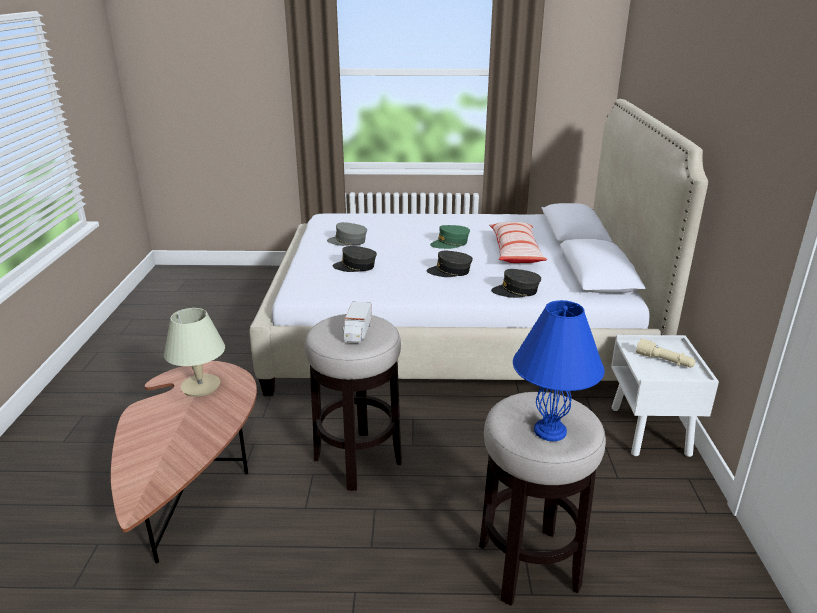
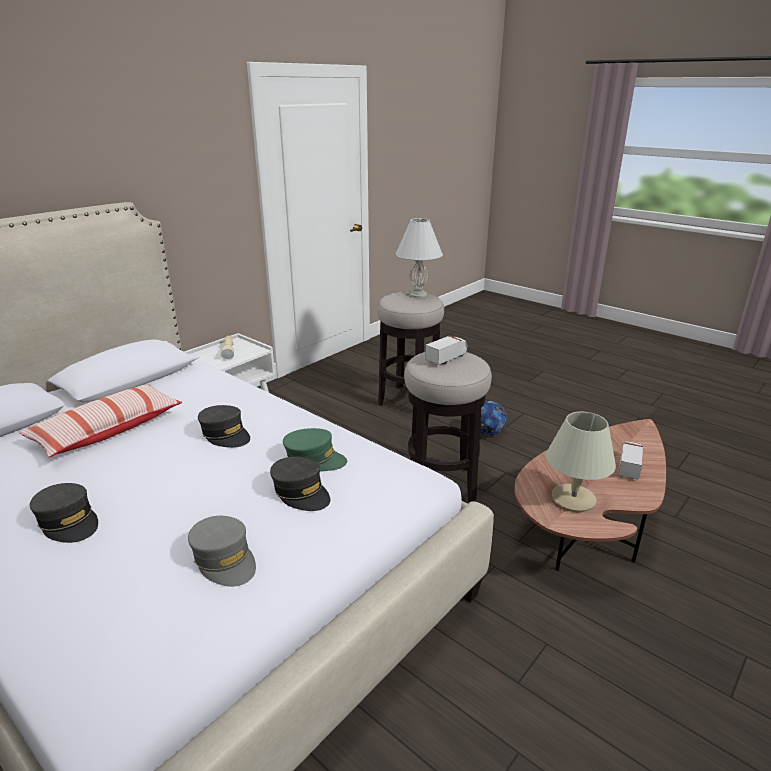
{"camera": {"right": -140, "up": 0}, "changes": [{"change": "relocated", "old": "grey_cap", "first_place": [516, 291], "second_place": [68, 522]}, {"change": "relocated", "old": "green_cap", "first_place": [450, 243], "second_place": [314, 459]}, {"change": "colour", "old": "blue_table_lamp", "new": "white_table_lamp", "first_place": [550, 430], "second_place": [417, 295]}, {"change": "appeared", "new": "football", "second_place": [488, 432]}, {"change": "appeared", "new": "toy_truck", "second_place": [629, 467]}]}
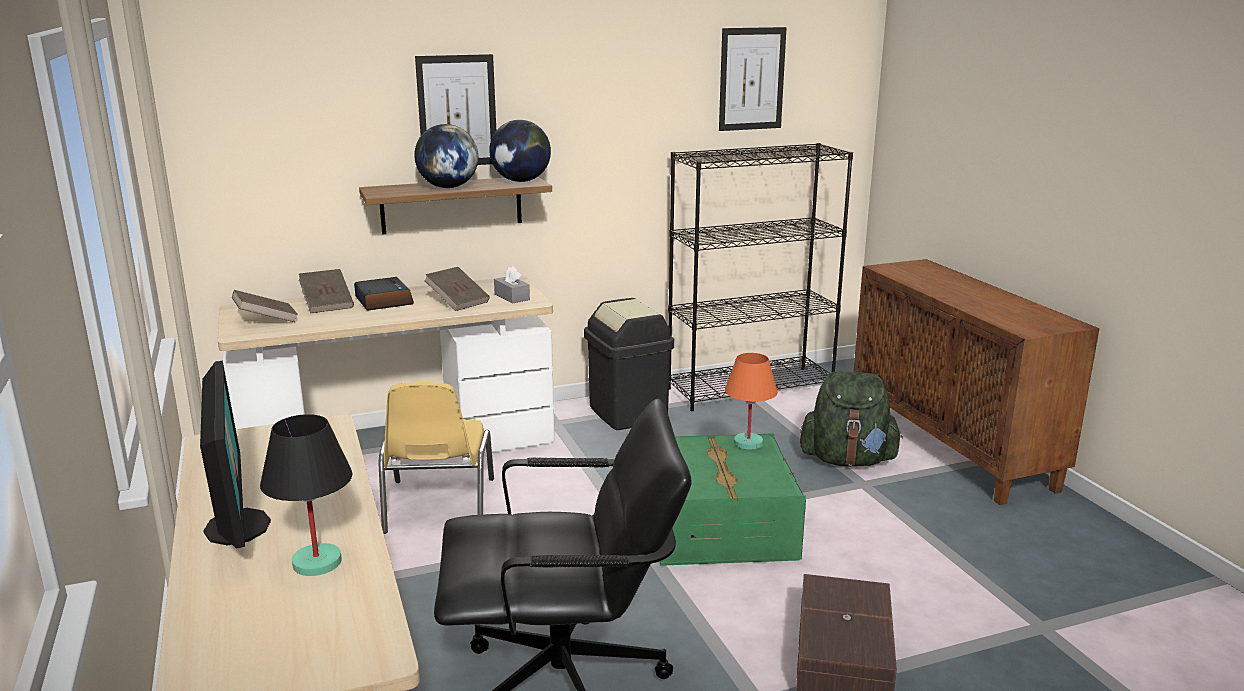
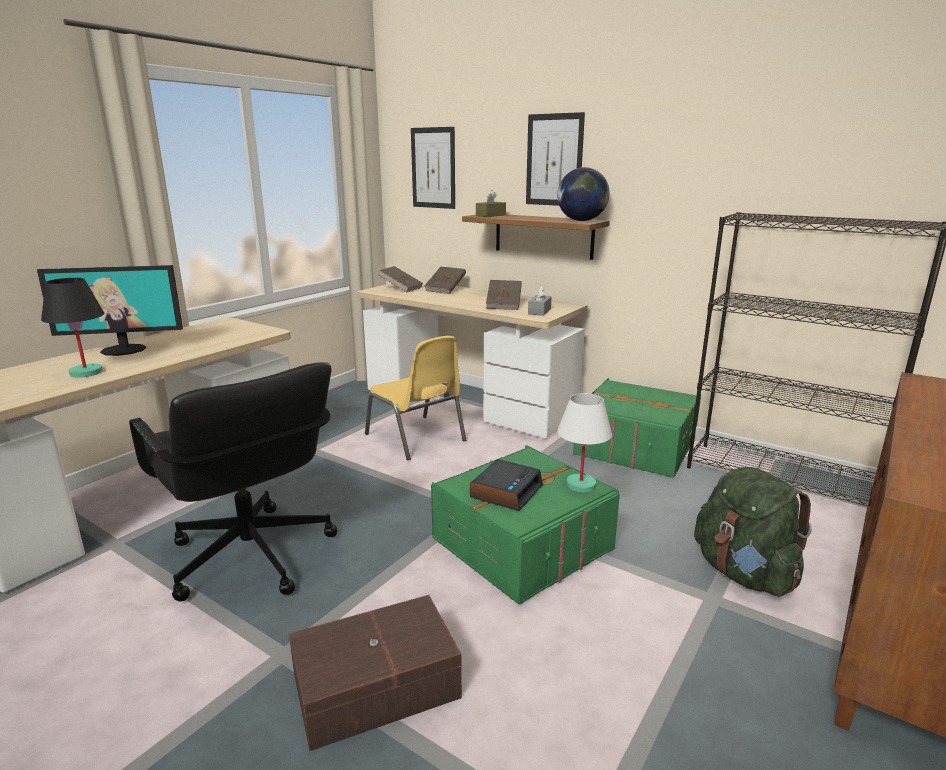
{"camera": {"right": 55, "up": 0}, "changes": [{"change": "spun", "old": "monitor", "first_place": [235, 527], "second_place": [124, 350], "degrees": 45}, {"change": "spun", "old": "yellow_chair", "first_place": [438, 506], "second_place": [416, 438], "degrees": -90}, {"change": "relocated", "old": "picture", "first_place": [751, 79], "second_place": [433, 168]}, {"change": "relocated", "old": "alarm_clock", "first_place": [383, 301], "second_place": [506, 491]}, {"change": "appeared", "new": "brown_tissue_box", "second_place": [490, 215]}, {"change": "colour", "old": "orange_table_lamp", "new": "white_table_lamp", "first_place": [747, 443], "second_place": [580, 484]}, {"change": "exchanged", "old": "black_trash_can", "new": "green_storage_box", "first_place": [629, 413], "second_place": [635, 447]}, {"change": "missing", "old": "globe", "first_place": [448, 187]}]}
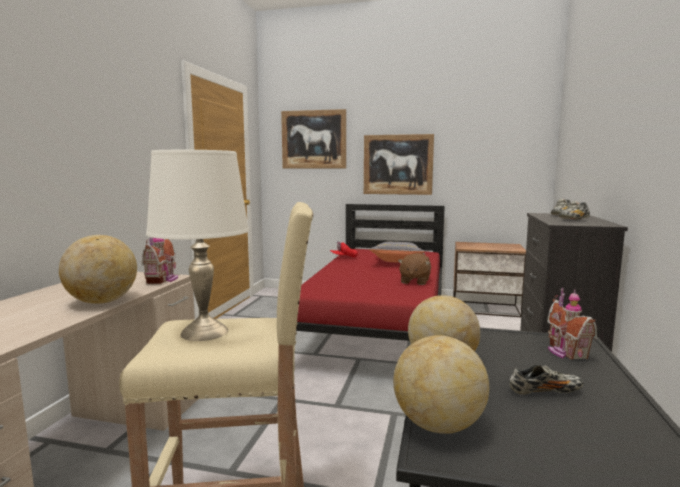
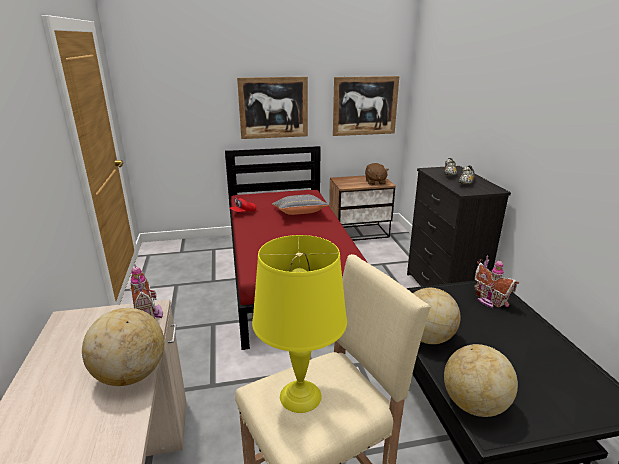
{"camera": {"right": -25, "up": 15}, "changes": [{"change": "colour", "old": "white_table_lamp", "new": "yellow_table_lamp", "first_place": [205, 332], "second_place": [300, 395]}, {"change": "relocated", "old": "picture", "first_place": [313, 139], "second_place": [365, 106]}, {"change": "relocated", "old": "brown_plush_toy", "first_place": [414, 281], "second_place": [375, 182]}, {"change": "missing", "old": "shoe", "first_place": [545, 392]}]}
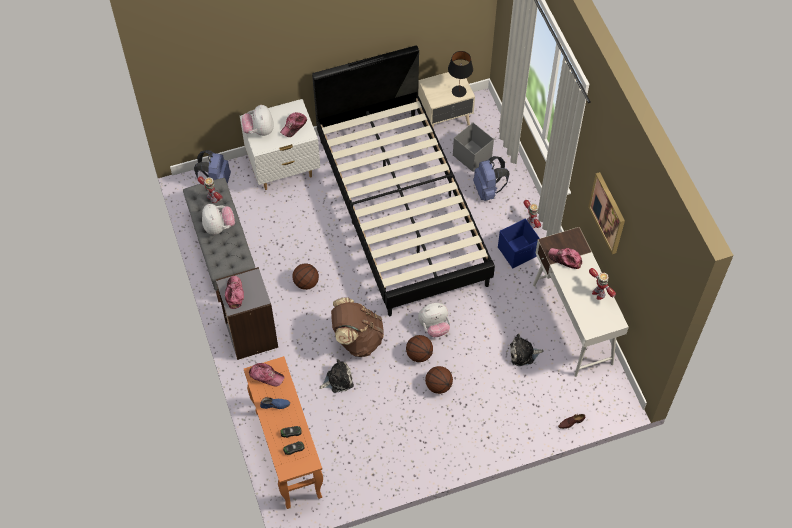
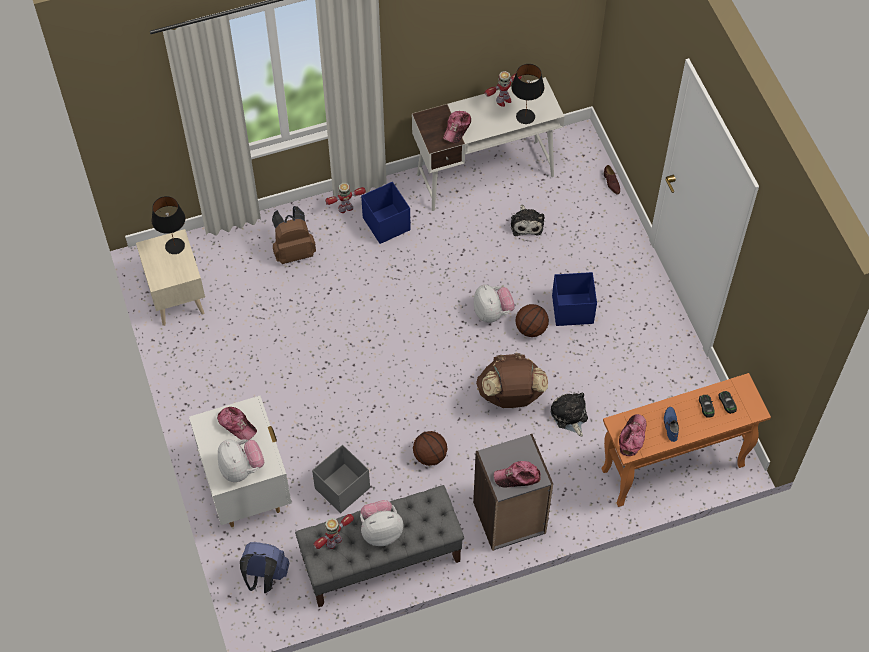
{"camera": {"right": -90, "up": 0}, "changes": [{"change": "spun", "old": "plush_toy", "first_place": [259, 130], "second_place": [241, 468], "degrees": -105}, {"change": "colour", "old": "blue_backpack", "new": "brown_backpack", "first_place": [488, 190], "second_place": [294, 251]}, {"change": "relocated", "old": "grey_storage_box", "first_place": [472, 155], "second_place": [341, 488]}, {"change": "appeared", "new": "black_table_lamp", "second_place": [525, 116]}, {"change": "exchanged", "old": "basketball", "new": "blue_storage_box", "first_place": [438, 385], "second_place": [571, 309]}, {"change": "missing", "old": "black_bed", "first_place": [401, 210]}, {"change": "missing", "old": "picture", "first_place": [608, 212]}]}
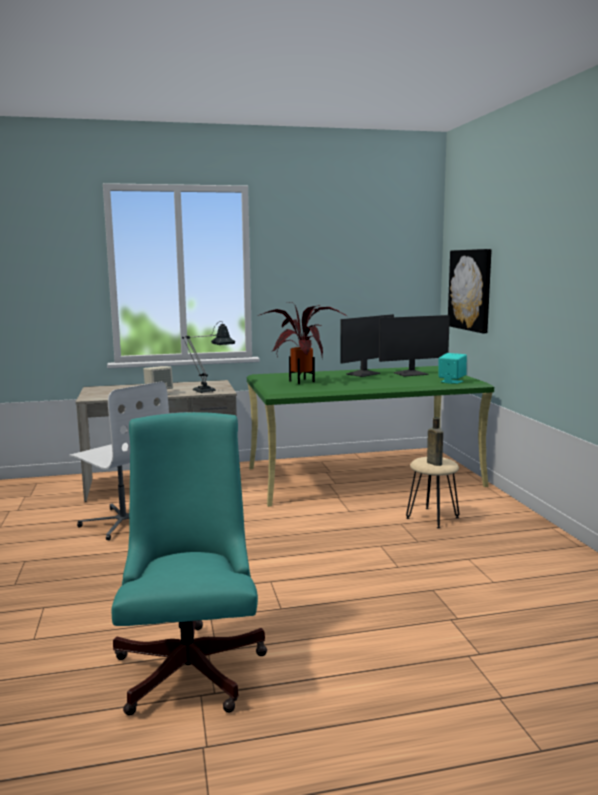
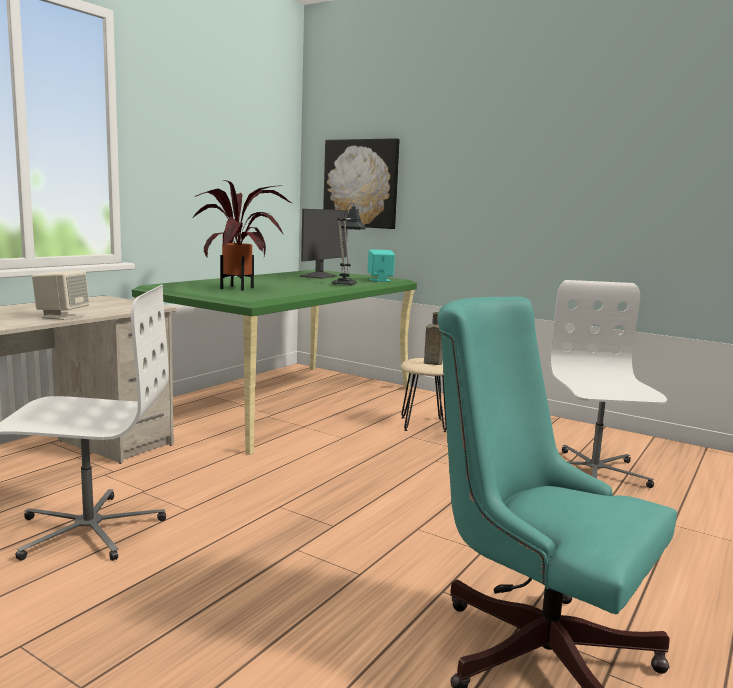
{"camera": {"right": -45, "up": 0}, "changes": [{"change": "relocated", "old": "table_lamp", "first_place": [209, 390], "second_place": [346, 283]}, {"change": "appeared", "new": "white_office_chair", "second_place": [593, 472]}, {"change": "missing", "old": "monitor", "first_place": [364, 374]}]}
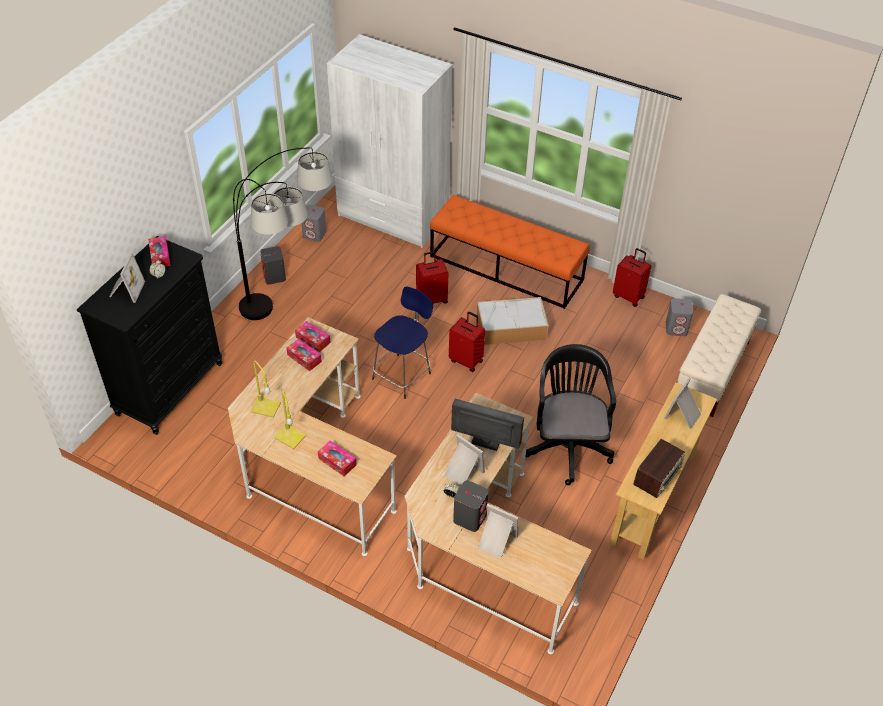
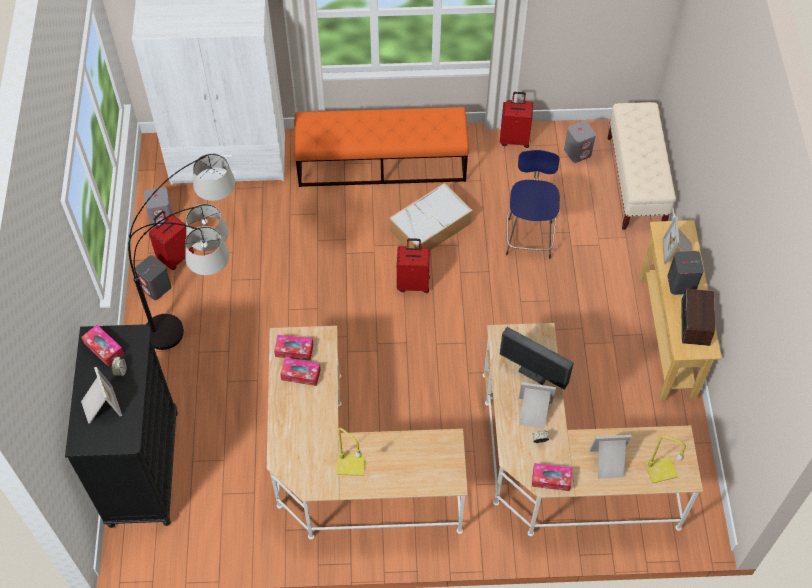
{"camera": {"right": -30, "up": 10}, "changes": [{"change": "relocated", "old": "red_suitcase", "first_place": [432, 299], "second_place": [175, 256]}, {"change": "spun", "old": "monitor", "first_place": [485, 445], "second_place": [533, 374], "degrees": -135}, {"change": "relocated", "old": "blue_stool", "first_place": [403, 375], "second_place": [529, 236]}, {"change": "relocated", "old": "tissue_box", "first_place": [337, 461], "second_place": [551, 479]}, {"change": "relocated", "old": "yellow_table_lamp", "first_place": [265, 407], "second_place": [660, 470]}, {"change": "relocated", "old": "grey_speaker", "first_place": [470, 517], "second_place": [681, 283]}, {"change": "missing", "old": "black_office_chair", "first_place": [567, 444]}]}
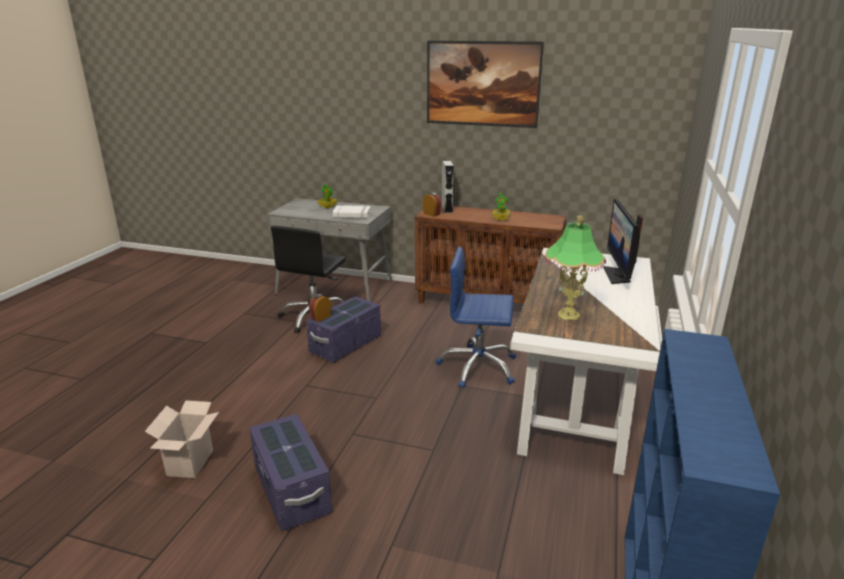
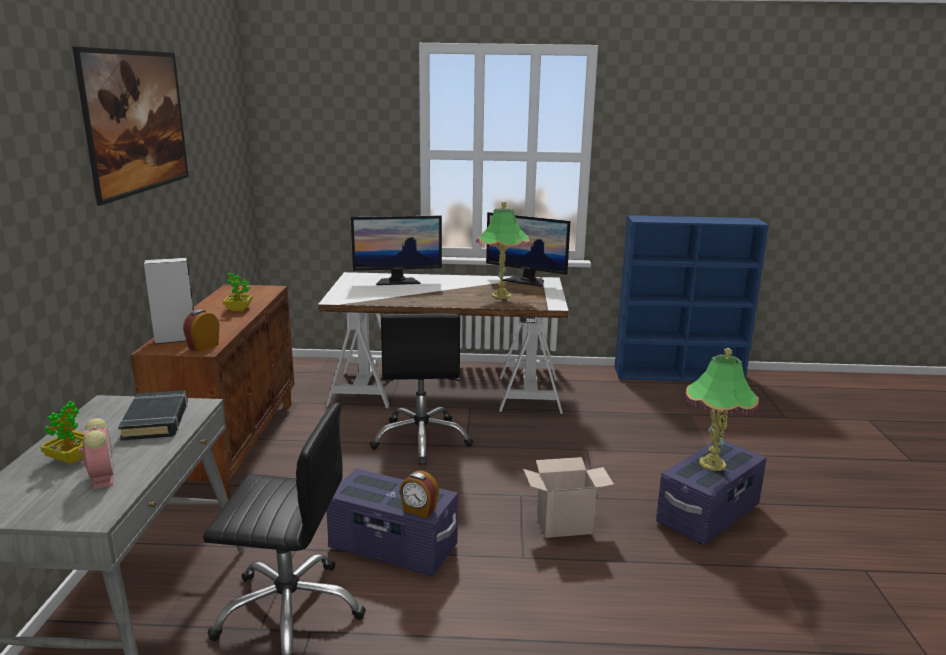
{"camera": {"right": -105, "up": -5}, "changes": [{"change": "appeared", "new": "alarm_clock", "second_place": [102, 477]}, {"change": "colour", "old": "white_book", "new": "black_book", "first_place": [352, 215], "second_place": [156, 421]}, {"change": "colour", "old": "blue_office_chair", "new": "black_office_chair", "first_place": [478, 367], "second_place": [422, 439]}, {"change": "appeared", "new": "monitor", "second_place": [526, 281]}, {"change": "relocated", "old": "cardboard_box", "first_place": [191, 464], "second_place": [565, 524]}, {"change": "appeared", "new": "table_lamp", "second_place": [712, 464]}]}
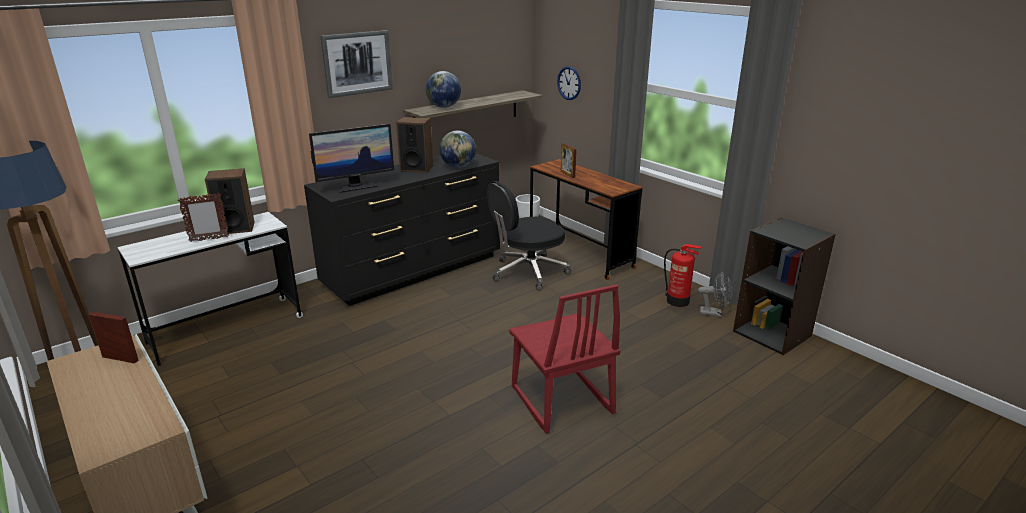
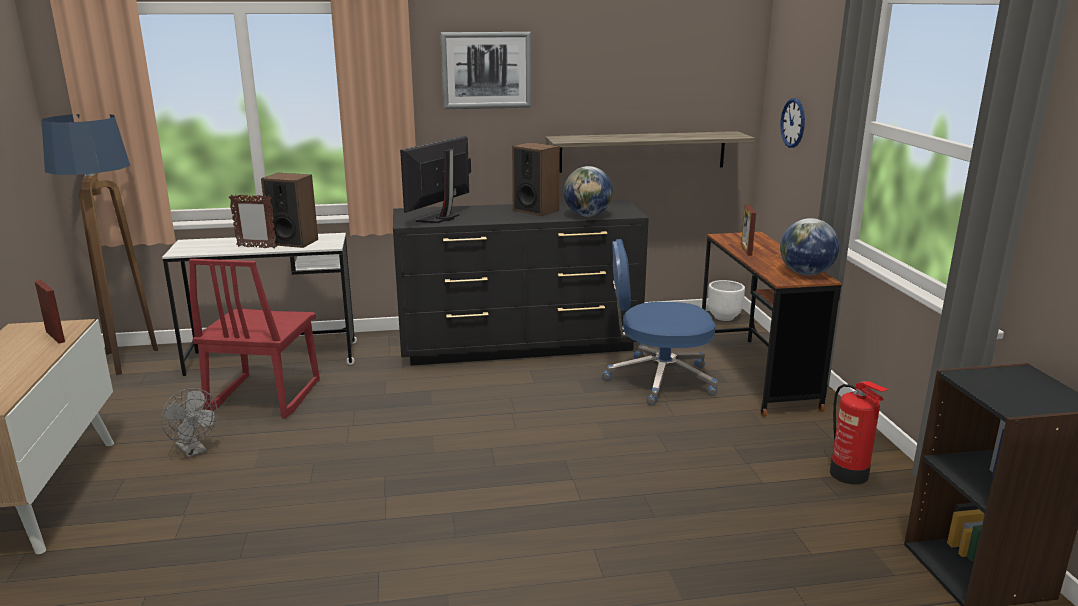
{"camera": {"right": 30, "up": -5}, "changes": [{"change": "relocated", "old": "grey_fan", "first_place": [714, 313], "second_place": [194, 451]}, {"change": "relocated", "old": "red_chair", "first_place": [560, 401], "second_place": [263, 397]}, {"change": "spun", "old": "monitor", "first_place": [356, 186], "second_place": [441, 218], "degrees": 120}, {"change": "colour", "old": "black_office_chair", "new": "blue_office_chair", "first_place": [528, 272], "second_place": [658, 380]}, {"change": "relocated", "old": "globe", "first_place": [444, 107], "second_place": [805, 273]}]}
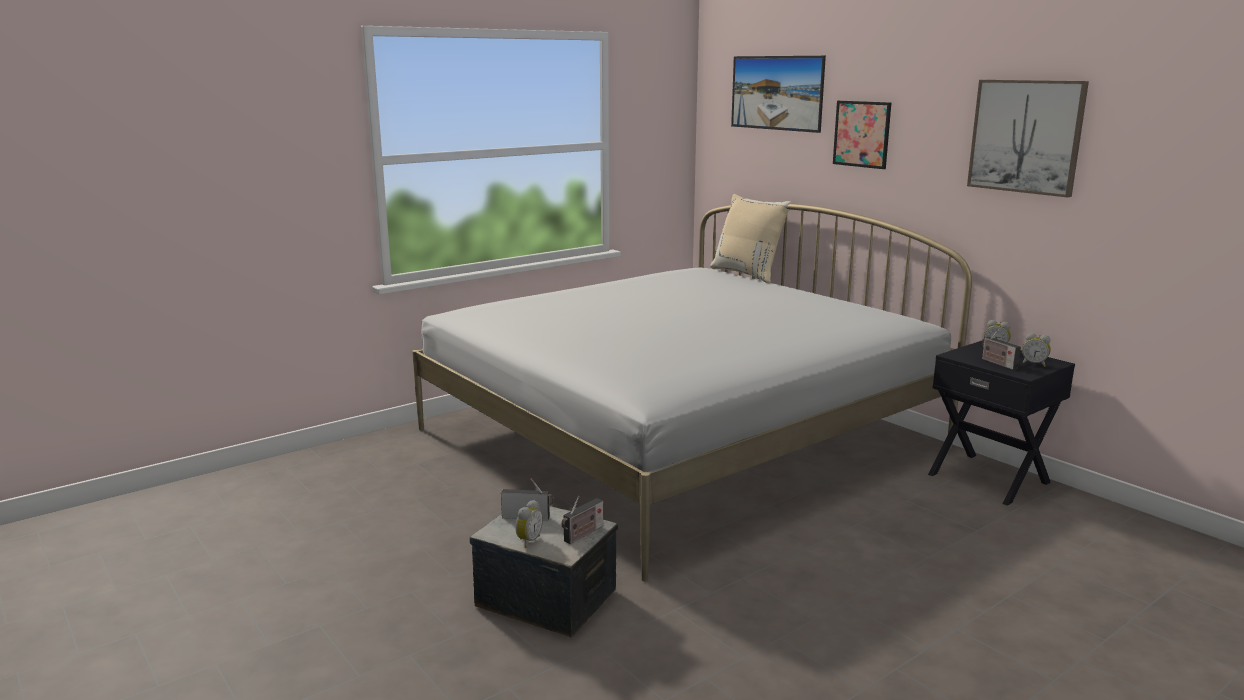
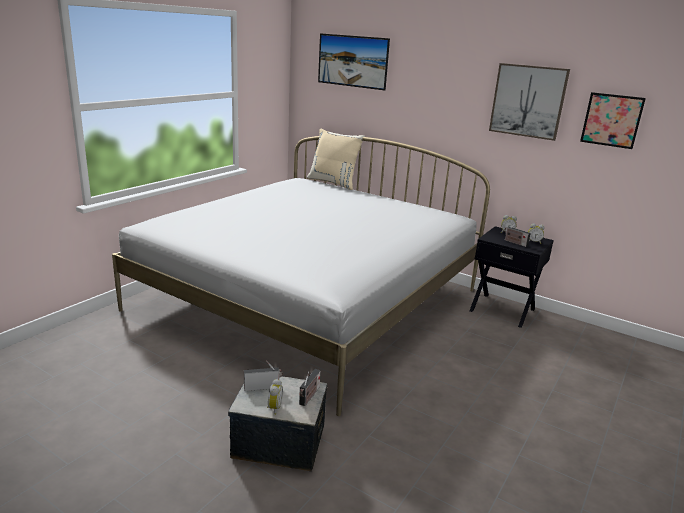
{"camera": {"right": -20, "up": 5}, "changes": [{"change": "relocated", "old": "picture", "first_place": [862, 134], "second_place": [611, 120]}]}
